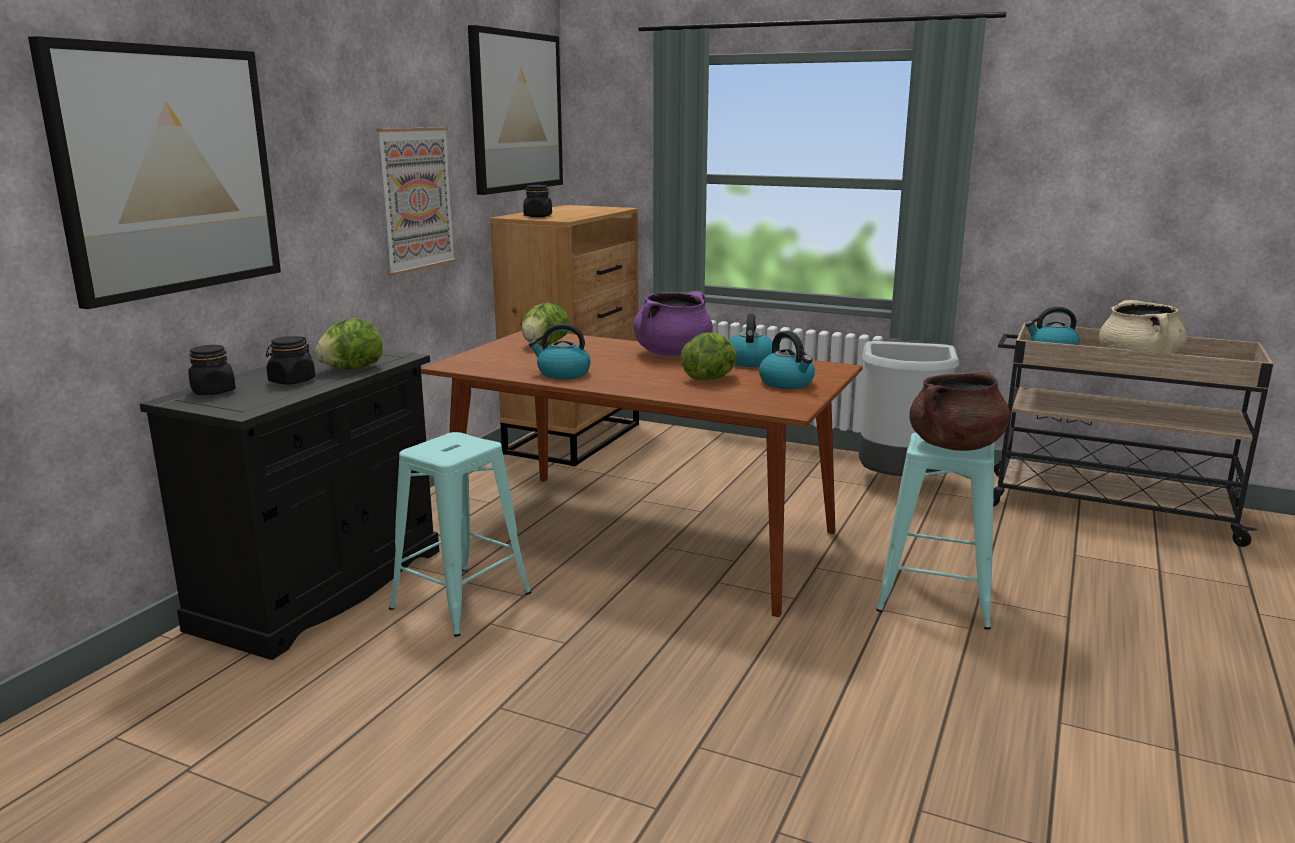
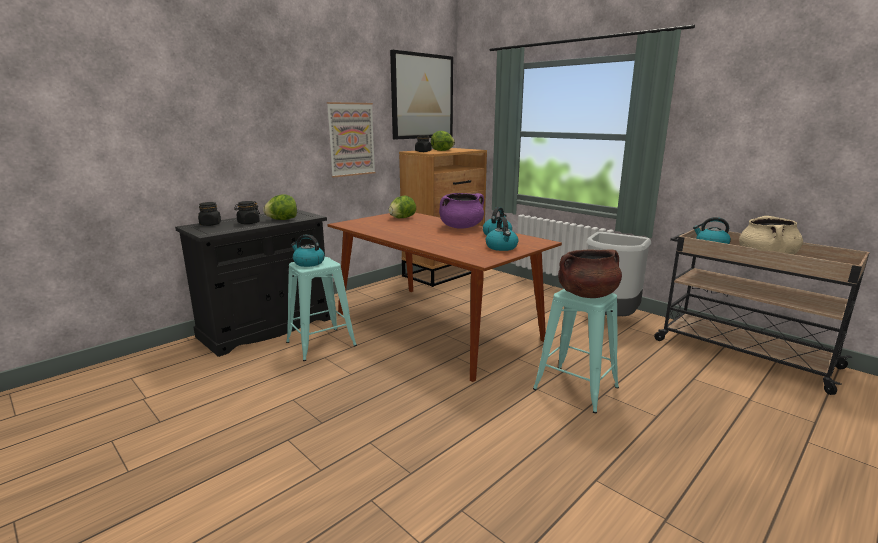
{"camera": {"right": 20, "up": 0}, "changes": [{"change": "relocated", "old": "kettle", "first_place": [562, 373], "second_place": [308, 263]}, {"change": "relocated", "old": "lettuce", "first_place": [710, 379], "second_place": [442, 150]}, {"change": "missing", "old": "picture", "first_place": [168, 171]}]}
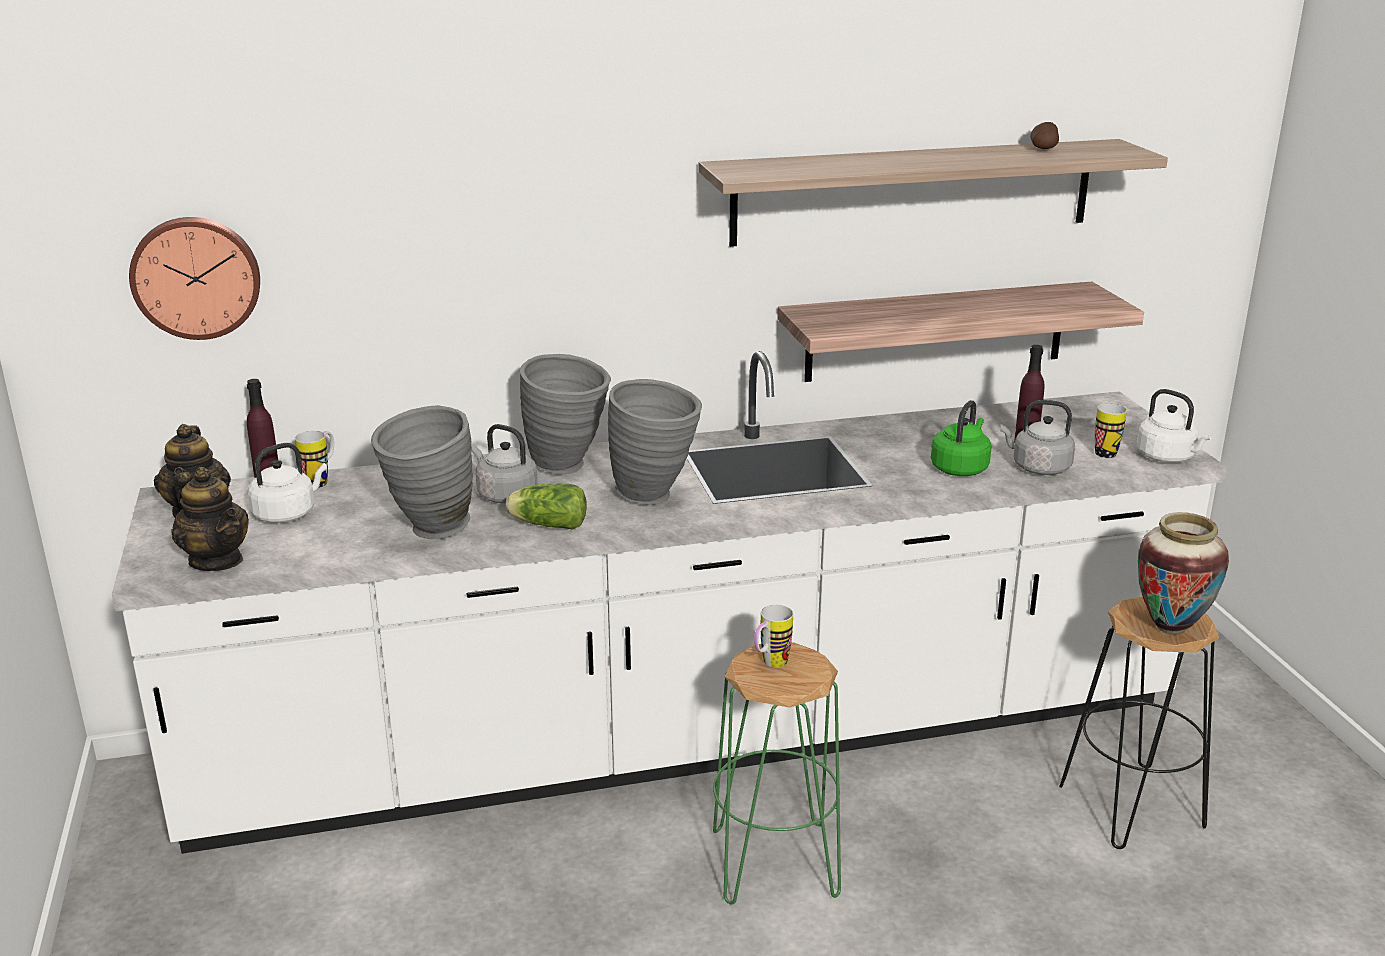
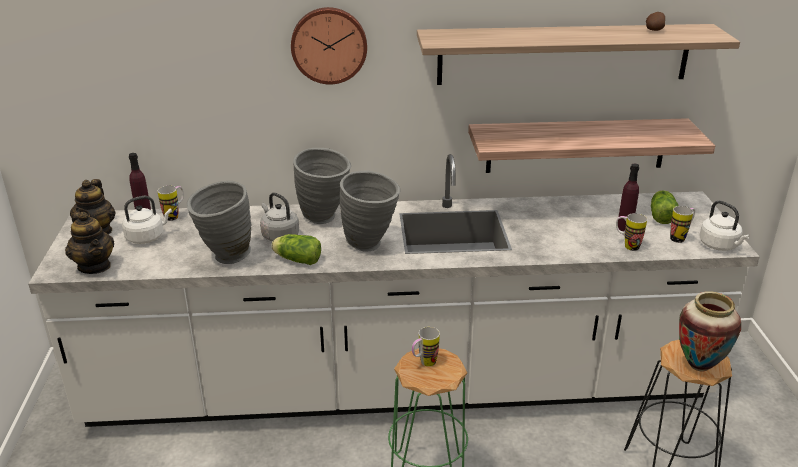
{"camera": {"right": 10, "up": 5}, "changes": [{"change": "relocated", "old": "wall_clock", "first_place": [196, 277], "second_place": [329, 45]}, {"change": "exchanged", "old": "grey_kettle", "new": "mug", "first_place": [1037, 468], "second_place": [627, 246]}, {"change": "appeared", "new": "lettuce", "second_place": [661, 215]}, {"change": "missing", "old": "green_kettle", "first_place": [960, 468]}]}
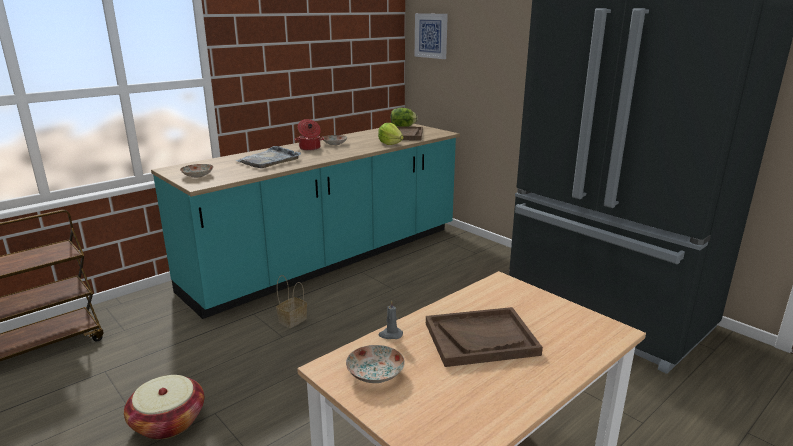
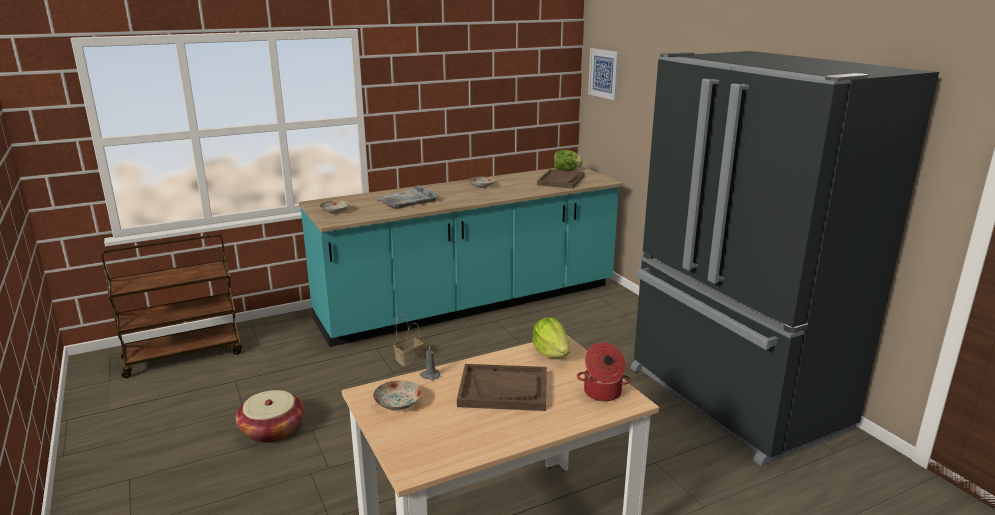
{"camera": {"right": 15, "up": 0}, "changes": [{"change": "relocated", "old": "lettuce", "first_place": [390, 144], "second_place": [551, 352]}, {"change": "relocated", "old": "cooking_pot", "first_place": [310, 148], "second_place": [602, 393]}]}
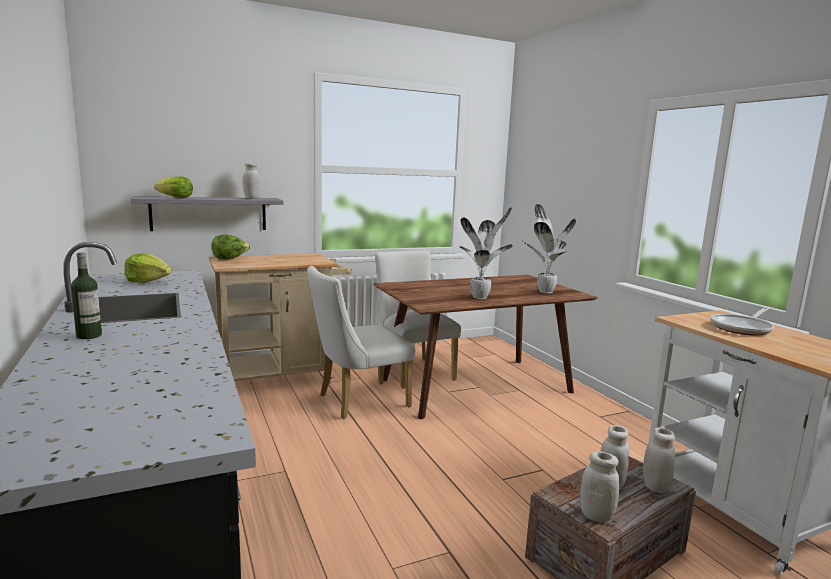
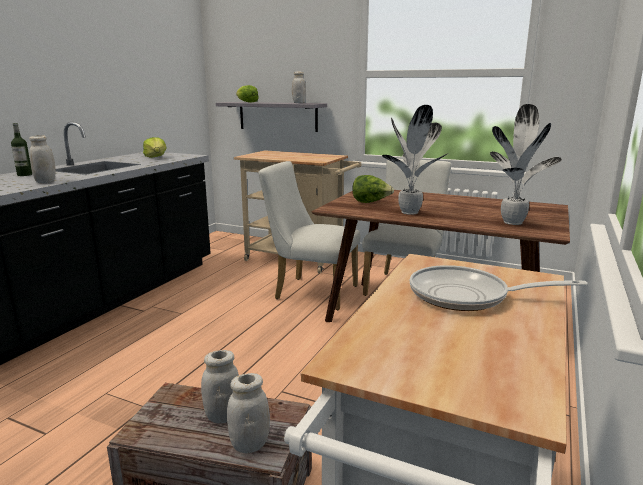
{"camera": {"right": 50, "up": 5}, "changes": [{"change": "relocated", "old": "white_jar", "first_place": [596, 515], "second_place": [46, 182]}, {"change": "relocated", "old": "lettuce", "first_place": [230, 259], "second_place": [370, 202]}]}
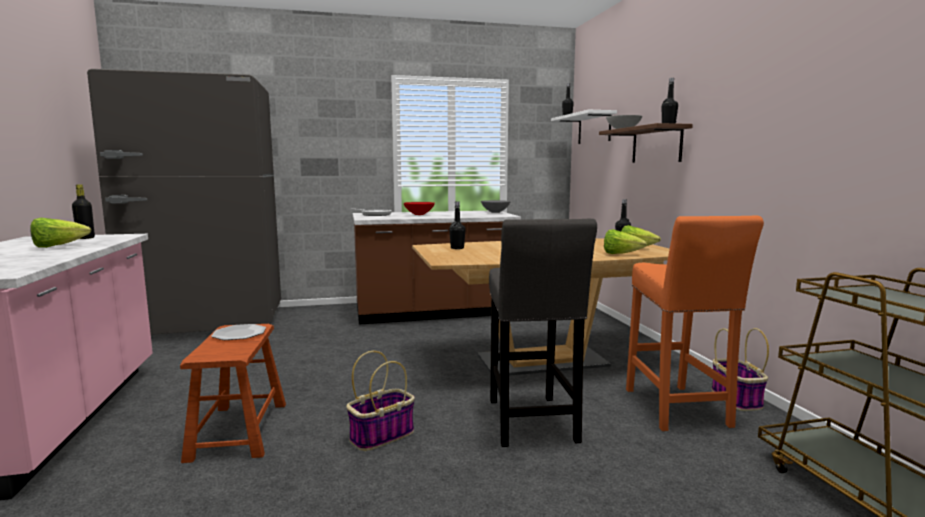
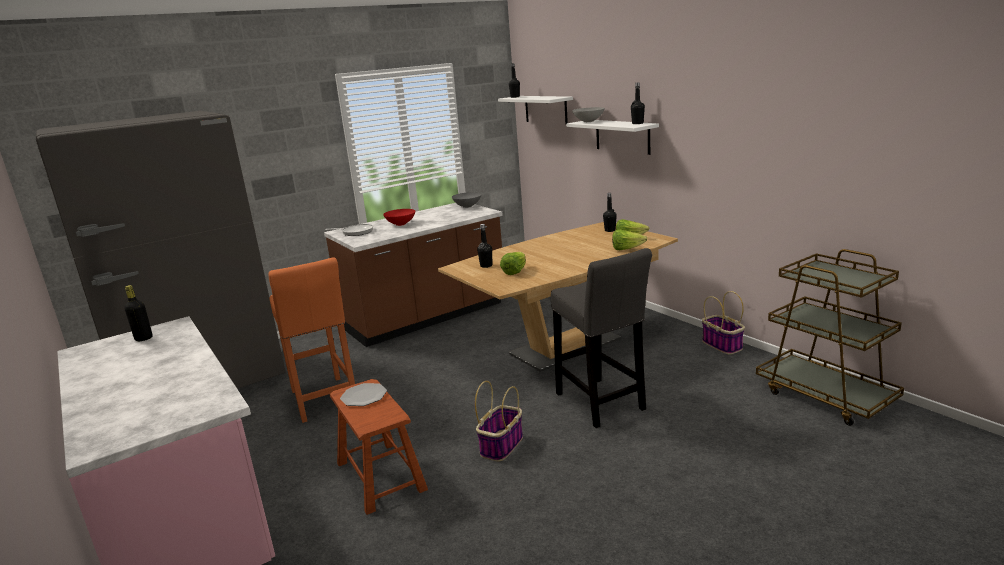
{"camera": {"right": -20, "up": 10}, "changes": [{"change": "relocated", "old": "orange_stool", "first_place": [677, 410], "second_place": [324, 401]}, {"change": "relocated", "old": "lettuce", "first_place": [58, 246], "second_place": [515, 271]}, {"change": "colour", "old": "brown_shelf", "new": "white_shelf", "first_place": [656, 145], "second_place": [622, 136]}]}
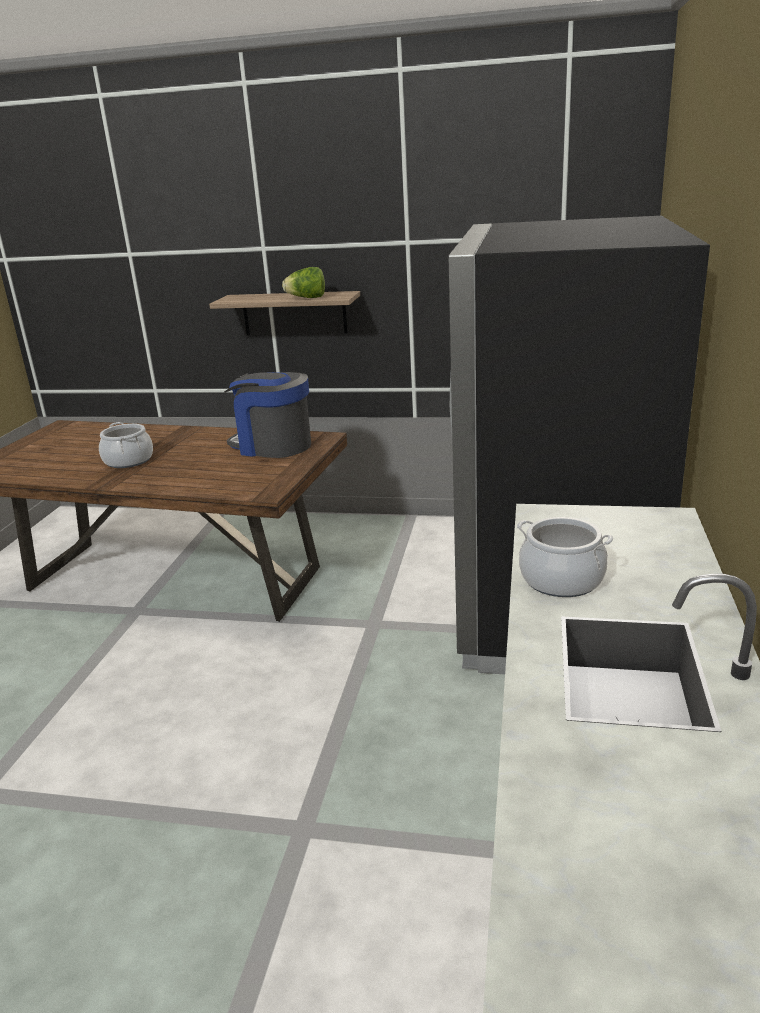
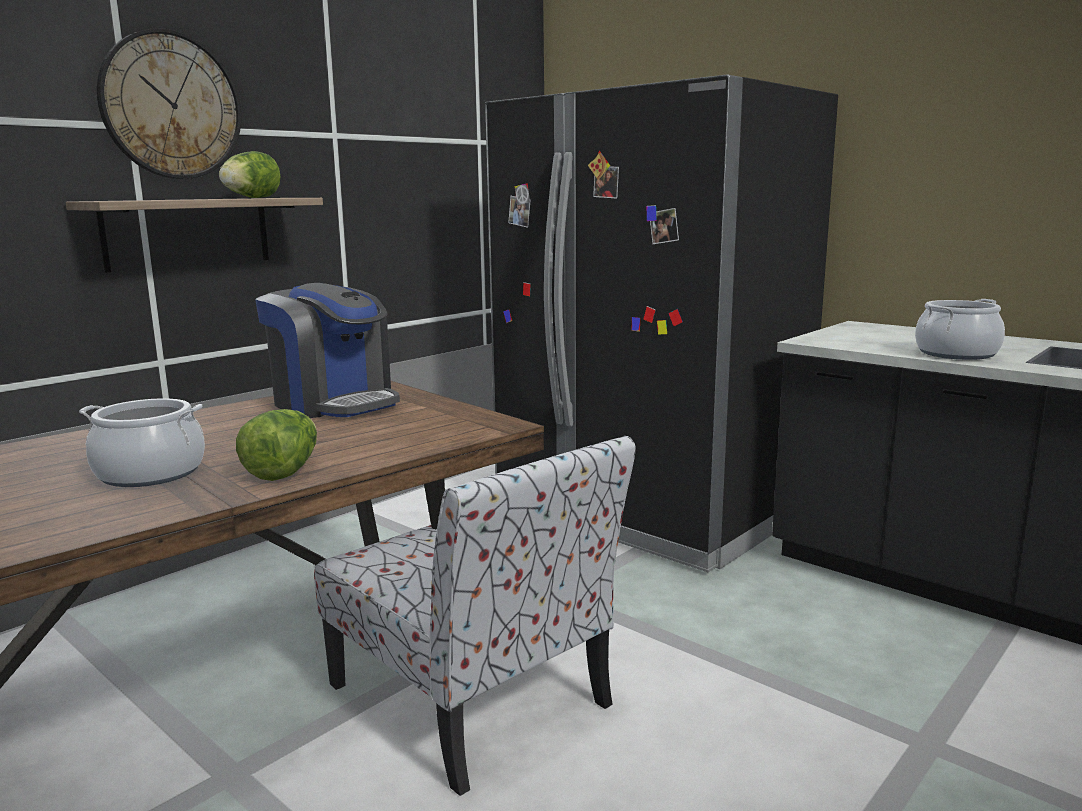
{"camera": {"right": -60, "up": -10}, "changes": [{"change": "appeared", "new": "wall_clock", "second_place": [171, 106]}, {"change": "appeared", "new": "lettuce", "second_place": [284, 471]}, {"change": "spun", "old": "coffee_machine", "first_place": [273, 446], "second_place": [334, 403], "degrees": -105}, {"change": "appeared", "new": "chair", "second_place": [473, 698]}]}
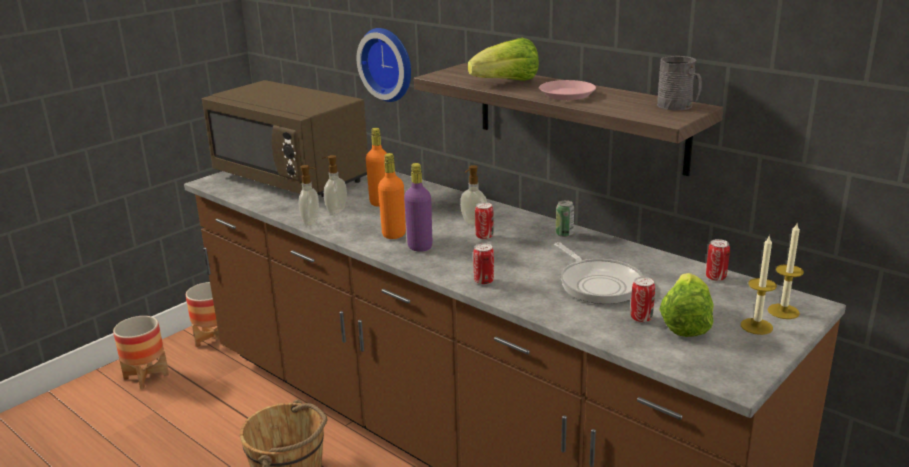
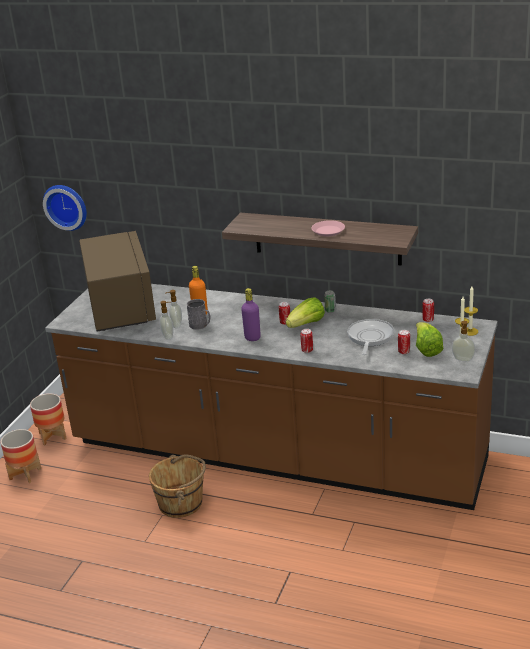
{"camera": {"right": -20, "up": 5}, "changes": [{"change": "relocated", "old": "wall_clock", "first_place": [389, 64], "second_place": [67, 206]}, {"change": "spun", "old": "brown_microwave", "first_place": [292, 178], "second_place": [120, 307], "degrees": -120}, {"change": "relocated", "old": "grey_mug", "first_place": [678, 106], "second_place": [200, 325]}, {"change": "relocated", "old": "lettuce", "first_place": [507, 82], "second_place": [306, 324]}, {"change": "spun", "old": "frying_pan", "first_place": [598, 284], "second_place": [369, 337], "degrees": -120}, {"change": "relocated", "old": "soap_dispenser", "first_place": [473, 224], "second_place": [462, 359]}, {"change": "missing", "old": "orange_bottle", "first_place": [394, 234]}]}
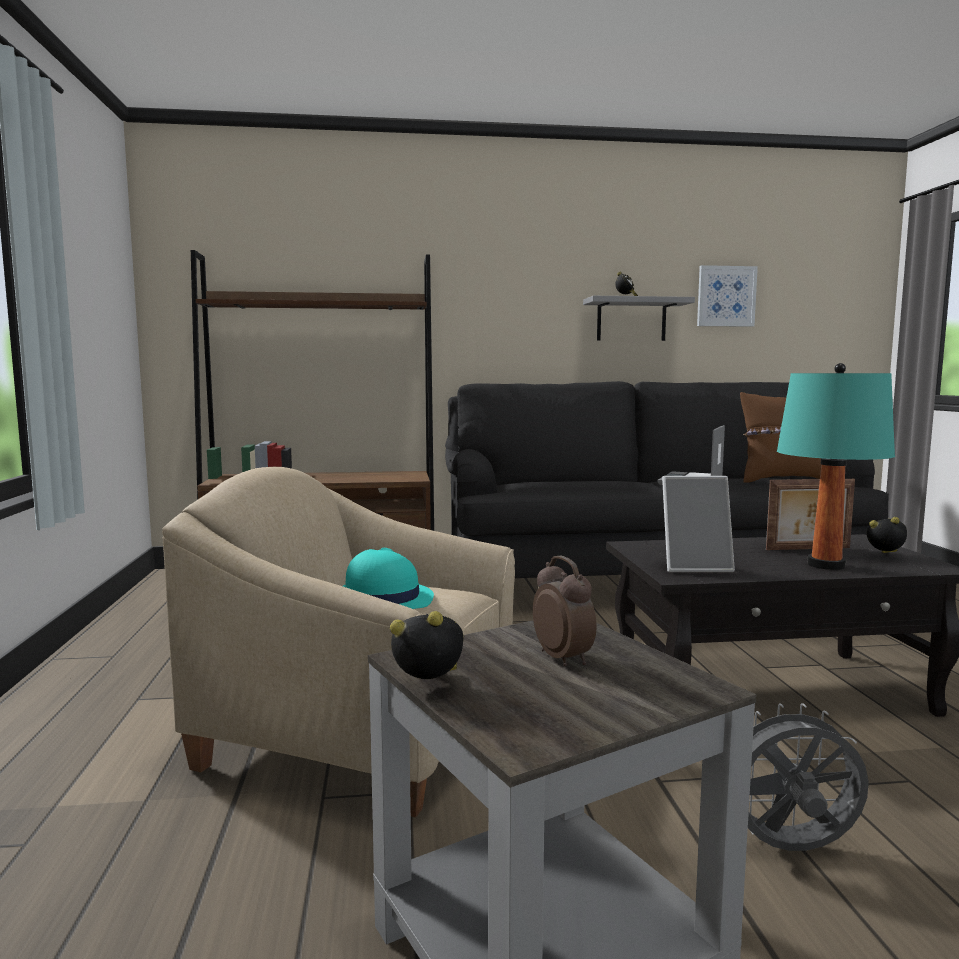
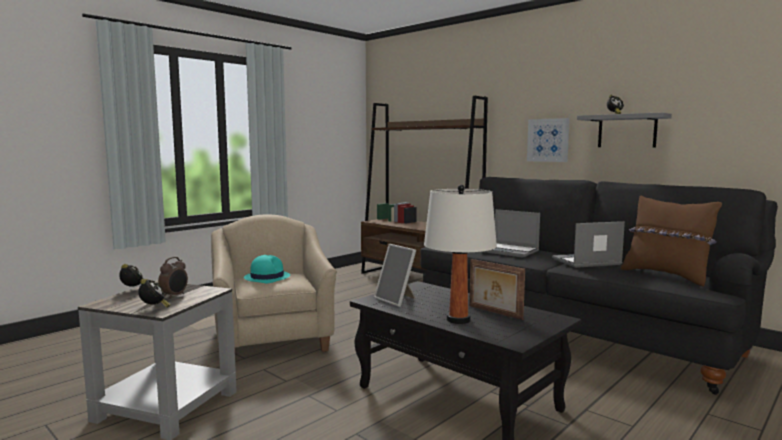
{"camera": {"right": 50, "up": 0}, "changes": [{"change": "relocated", "old": "alarm_clock", "first_place": [886, 556], "second_place": [154, 308]}, {"change": "colour", "old": "turquoise_table_lamp", "new": "white_table_lamp", "first_place": [826, 565], "second_place": [458, 320]}, {"change": "appeared", "new": "laptop", "second_place": [509, 251]}, {"change": "relocated", "old": "picture", "first_place": [726, 296], "second_place": [548, 140]}, {"change": "missing", "old": "grey_fan", "first_place": [790, 850]}]}
